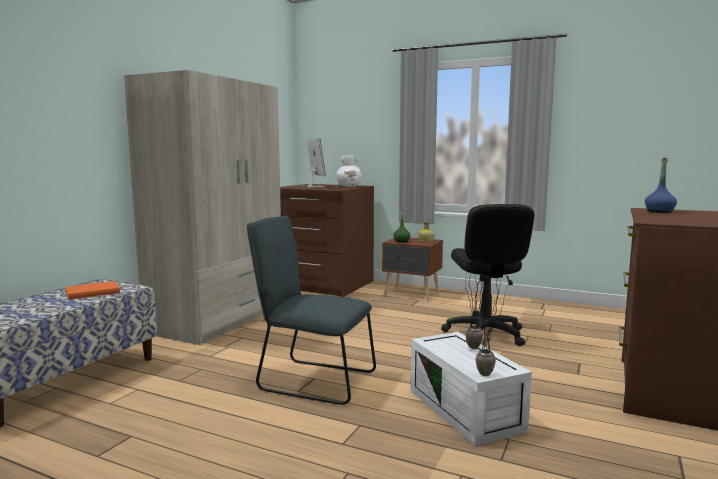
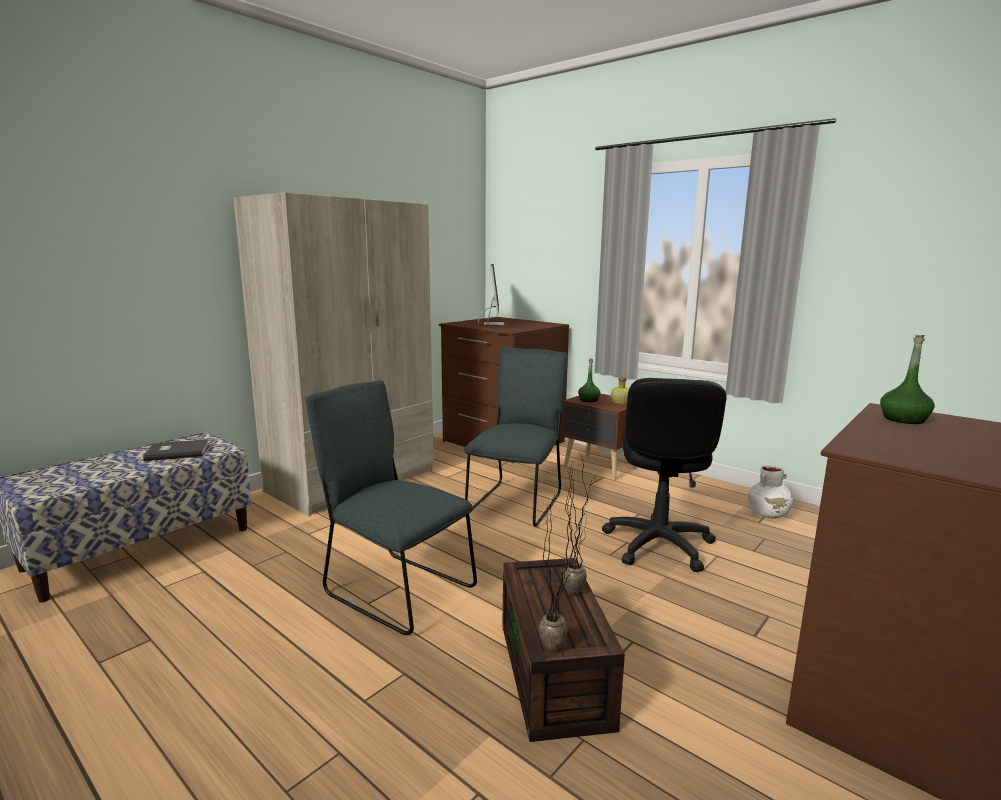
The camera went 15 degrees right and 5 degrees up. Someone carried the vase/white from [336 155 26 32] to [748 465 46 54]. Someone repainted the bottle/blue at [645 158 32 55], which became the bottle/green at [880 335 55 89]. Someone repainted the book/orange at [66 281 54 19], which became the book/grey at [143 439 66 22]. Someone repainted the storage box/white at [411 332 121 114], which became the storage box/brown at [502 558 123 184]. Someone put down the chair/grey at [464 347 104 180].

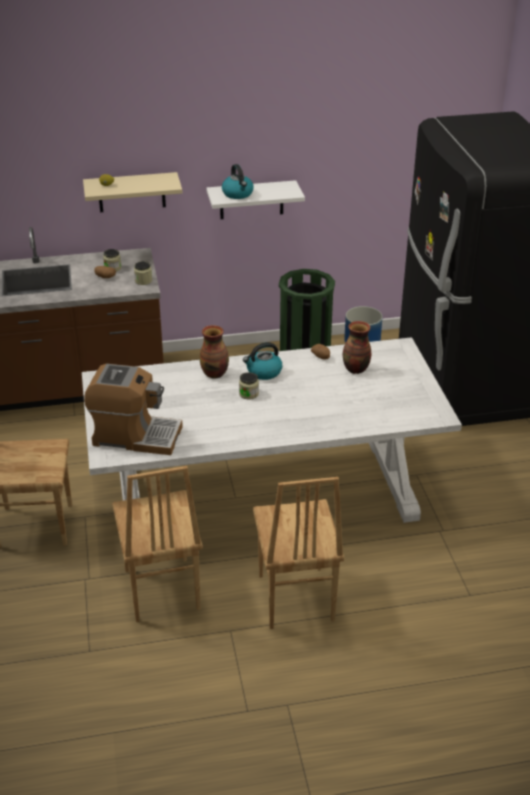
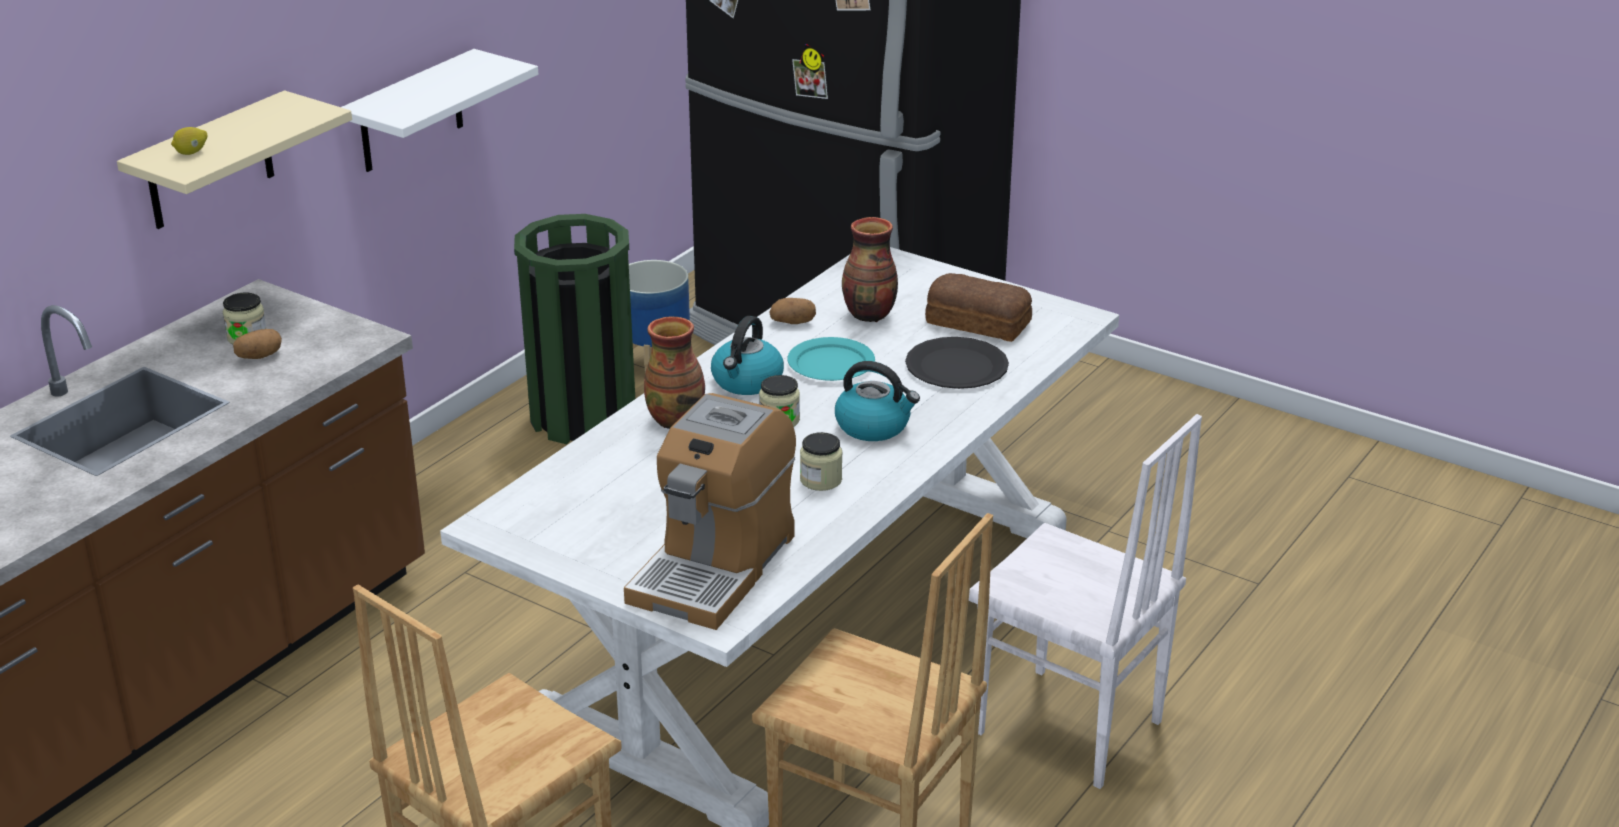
The camera went 45 degrees left and 5 degrees down. Someone carried the kettle from [222 164 32 35] to [835 361 85 80]. Someone carried the jar from [134 261 18 24] to [800 432 42 59]. Someone rotated the coffee machine at [84 364 99 91] by 150 degrees clockwise. Someone repainted the chair/brown at [253 477 91 152], which became the chair/white at [969 414 233 375]. Someone put down the bread at [925 273 107 69]. Someone put down the plate/turquoise at [787 337 88 44]. Someone put down the plate/black at [905 337 104 52].

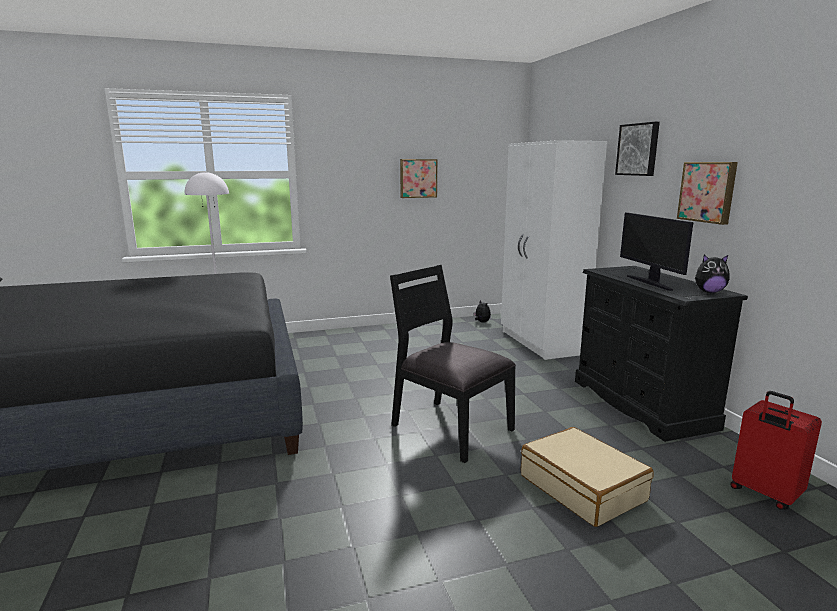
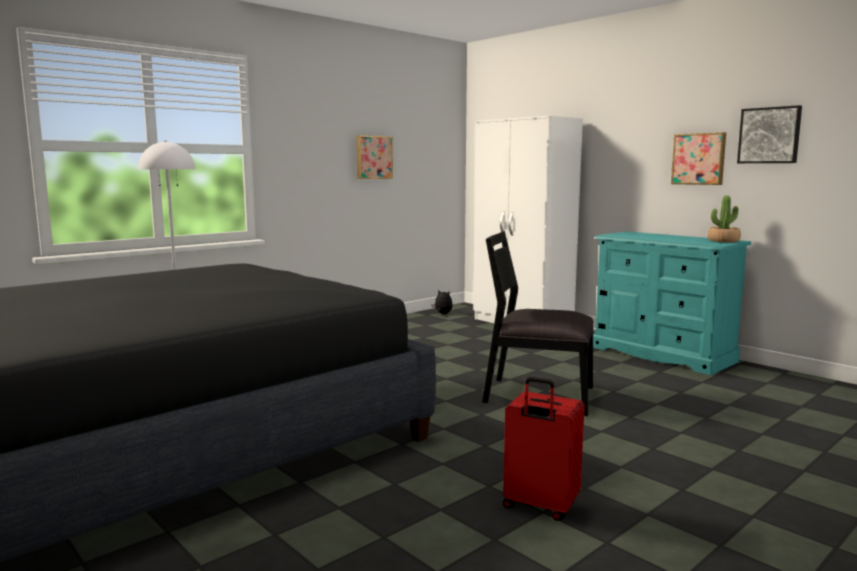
The camera went 25 degrees left and 5 degrees down. Someone carried the picture from [615 122 45 54] to [737 105 65 58]. Someone took away the monitor at [620 212 73 79]. Someone swapped the plush toy at [695 255 34 38] for the potted plant at [708 195 33 47]. Someone repainted the dresser/black at [575 266 173 176], which became the dresser/turquoise at [593 231 158 144]. Someone carried the suitcase/red from [730 391 92 119] to [503 377 82 144]. Someone took away the suitcase/beige at [521 427 132 100].

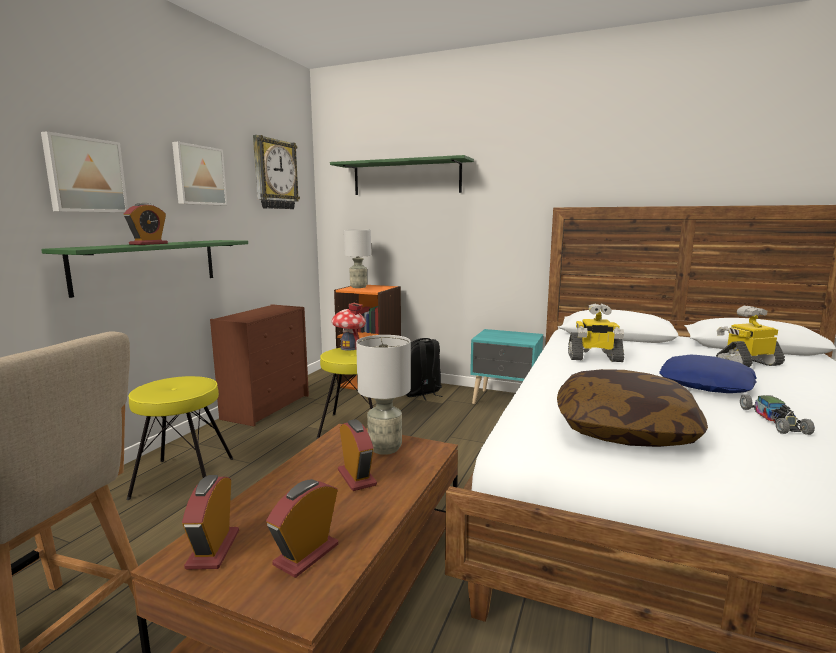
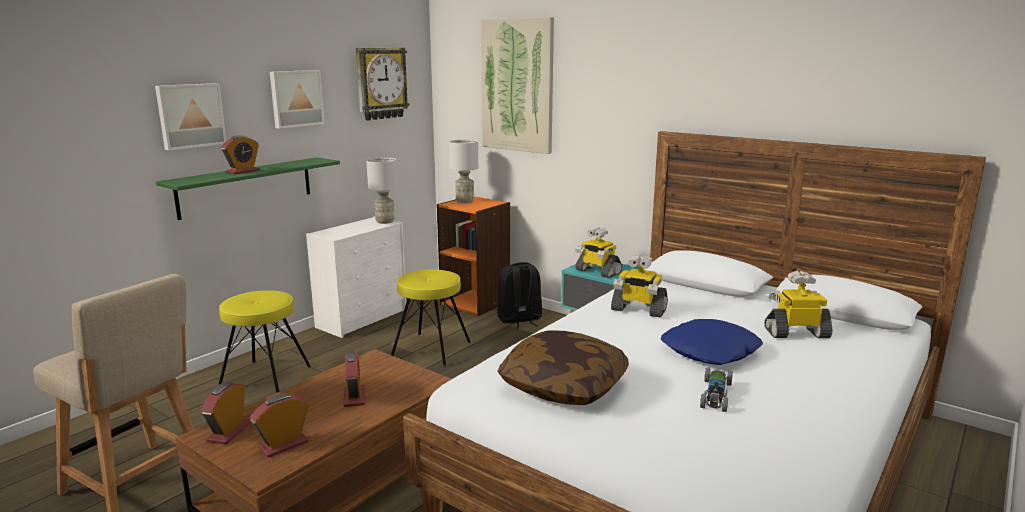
The camera went 15 degrees right and 5 degrees up. Someone swapped the shelf/green at [330 155 144 40] for the picture at [481 17 73 137]. Someone took away the toy house at [332 303 34 48]. Someone repainted the dresser/brown at [210 304 99 122], which became the dresser/white at [306 216 101 122]. Someone carried the table lamp/grey from [356 335 55 120] to [366 158 32 66]. Someone put down the toy robot at [575 228 47 50].

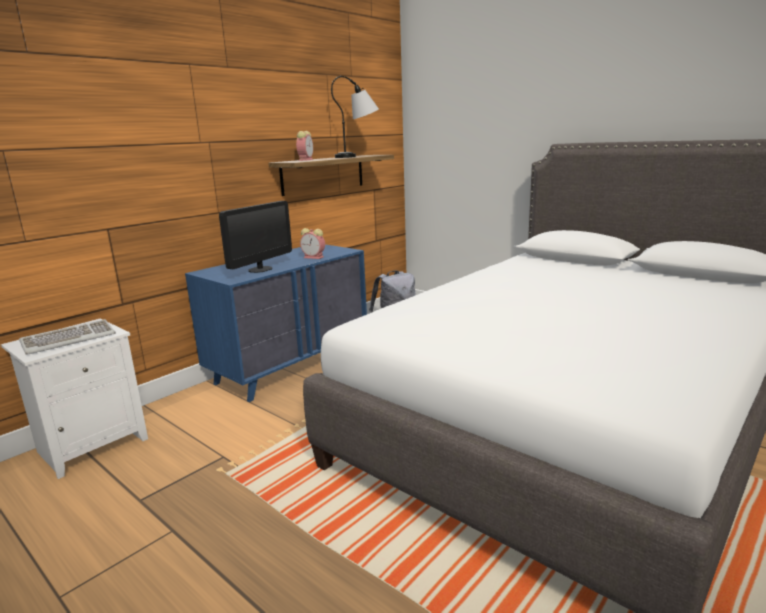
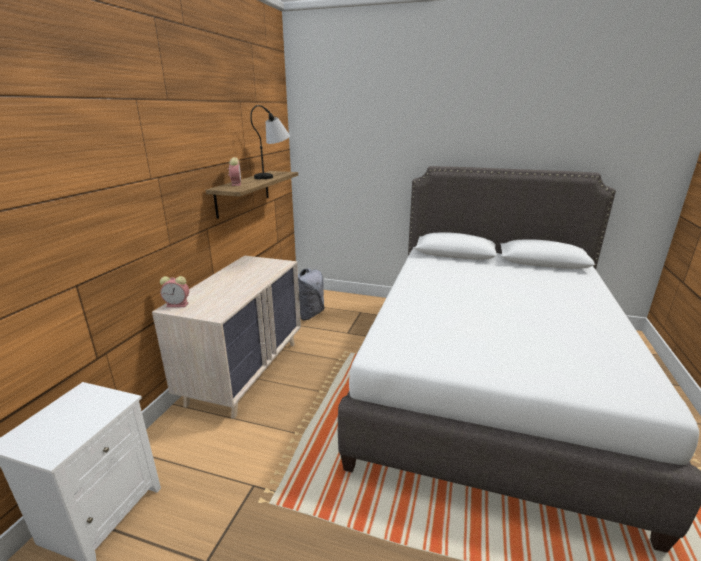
The camera went 25 degrees left and 5 degrees up. Someone took away the monitor at [219 201 73 72]. Someone carried the alarm clock from [300 228 25 31] to [160 276 29 31]. Someone repainted the dresser/blue at [185 244 182 158], which became the dresser/beige at [152 256 149 163]. Someone took away the keyboard at [19 319 97 36].

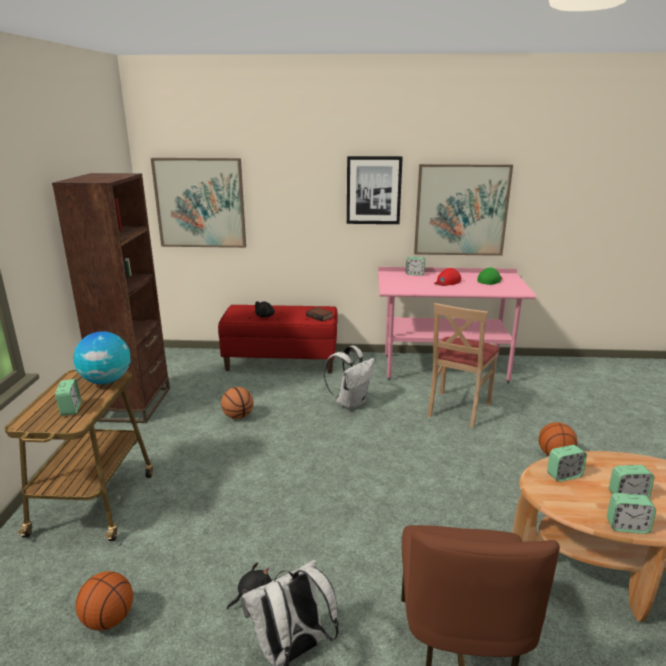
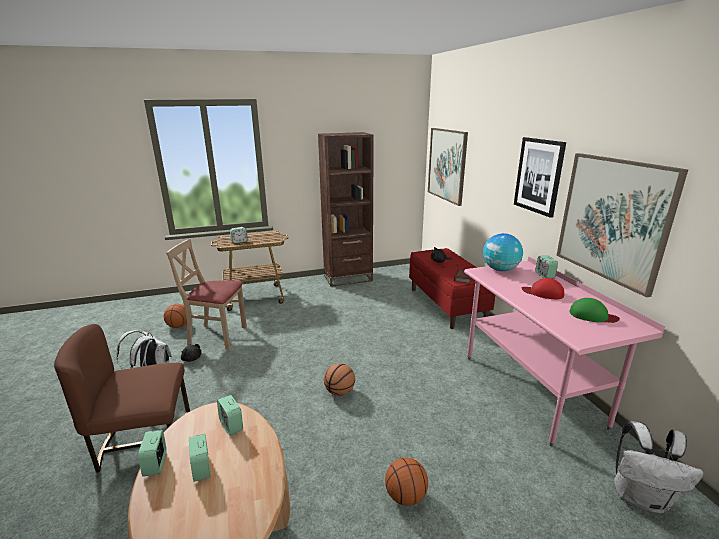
The camera went 70 degrees right and 0 degrees up. Someone carried the chair/beige from [428 303 72 125] to [166 239 81 110]. Someone carried the globe from [74 332 57 52] to [483 233 40 38]. Someone carried the backpack/white from [324 346 51 64] to [614 421 89 92]. Someone carried the basketball from [221 387 32 32] to [324 363 31 33].

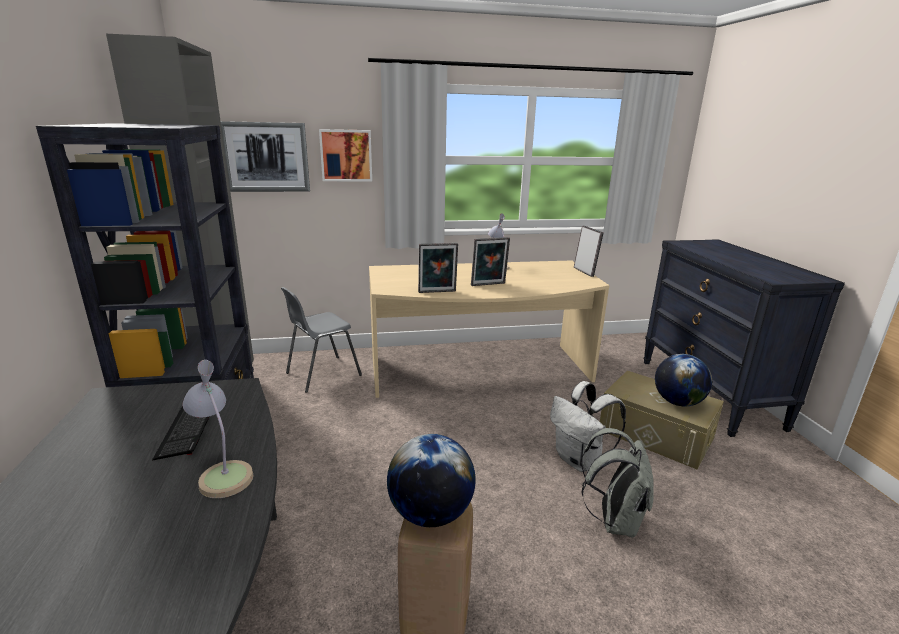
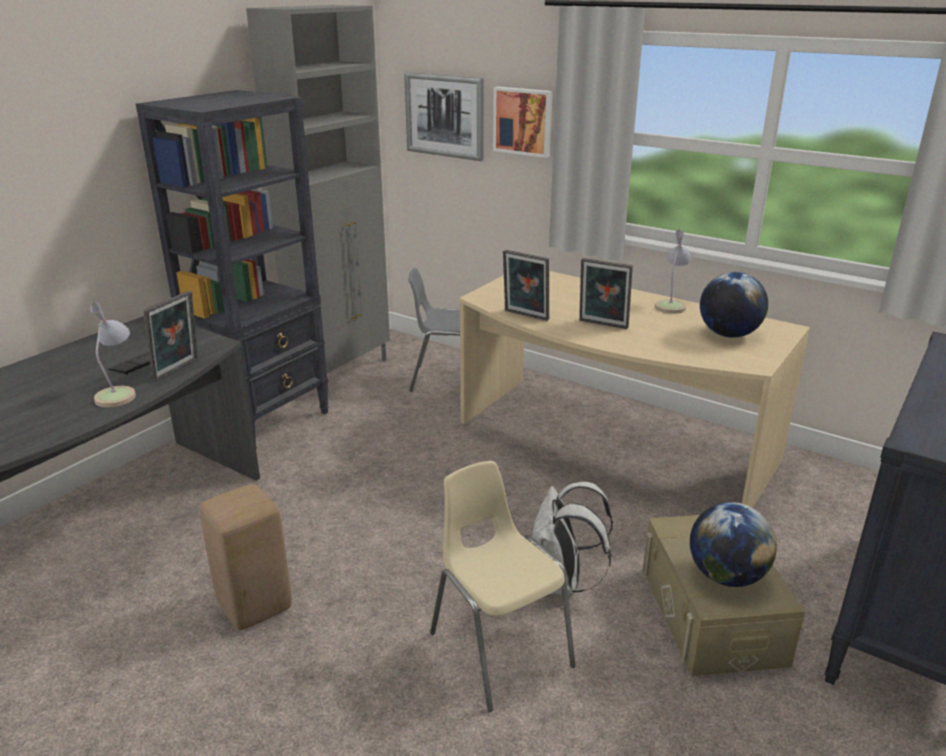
The camera went 45 degrees right and 5 degrees up. Someone carried the picture frame from [574 226 29 51] to [144 291 54 90]. Someone swapped the backpack/grey at [581 428 73 110] for the chair/beige at [430 461 146 251]. Someone carried the globe from [387 434 89 93] to [700 272 68 66].

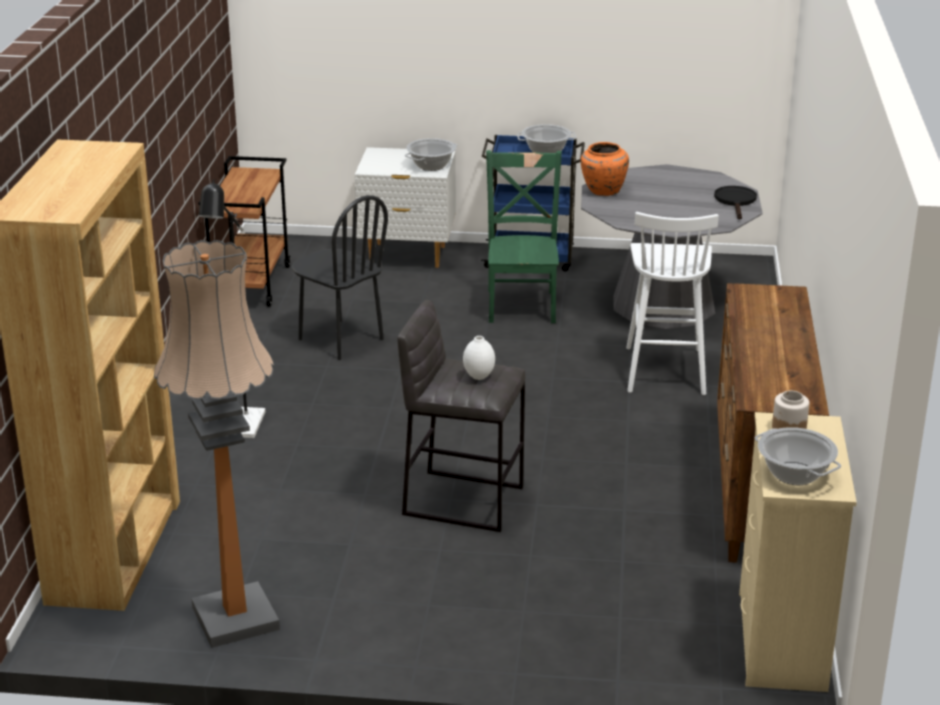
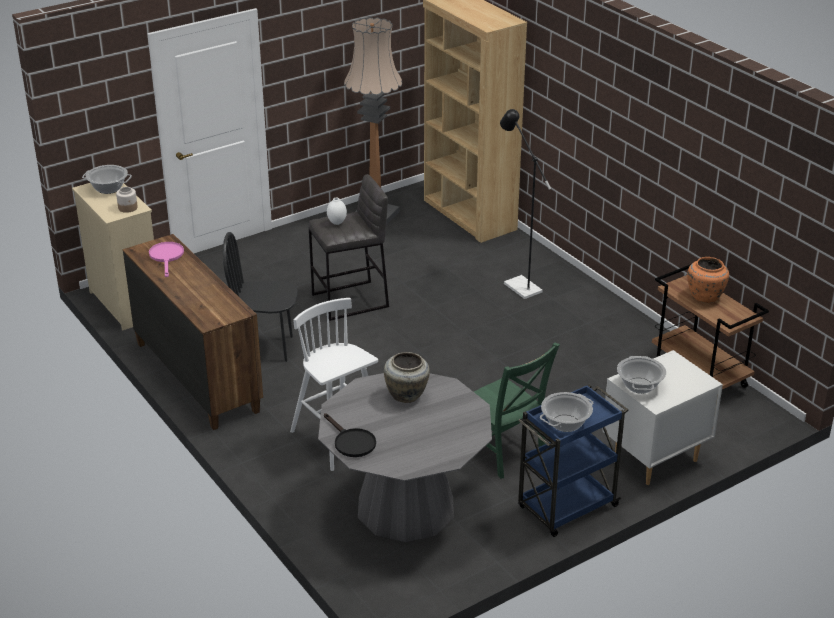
The camera went 140 degrees right and 5 degrees up. Someone carried the vase/orange from [581 142 48 54] to [687 257 42 46]. Someone carried the chair/black from [292 195 96 165] to [223 232 74 130]. Someone put down the frying pan/pink at [149 242 35 35]. Someone put down the vase/beige at [384 352 46 51].

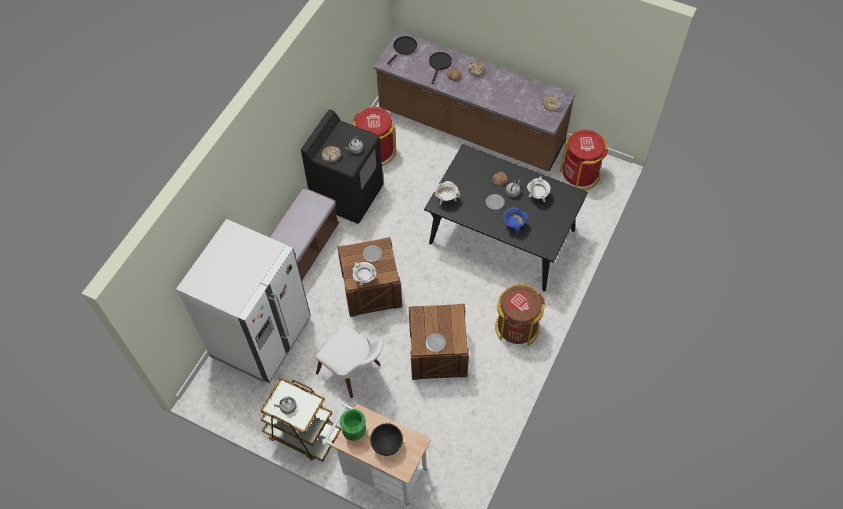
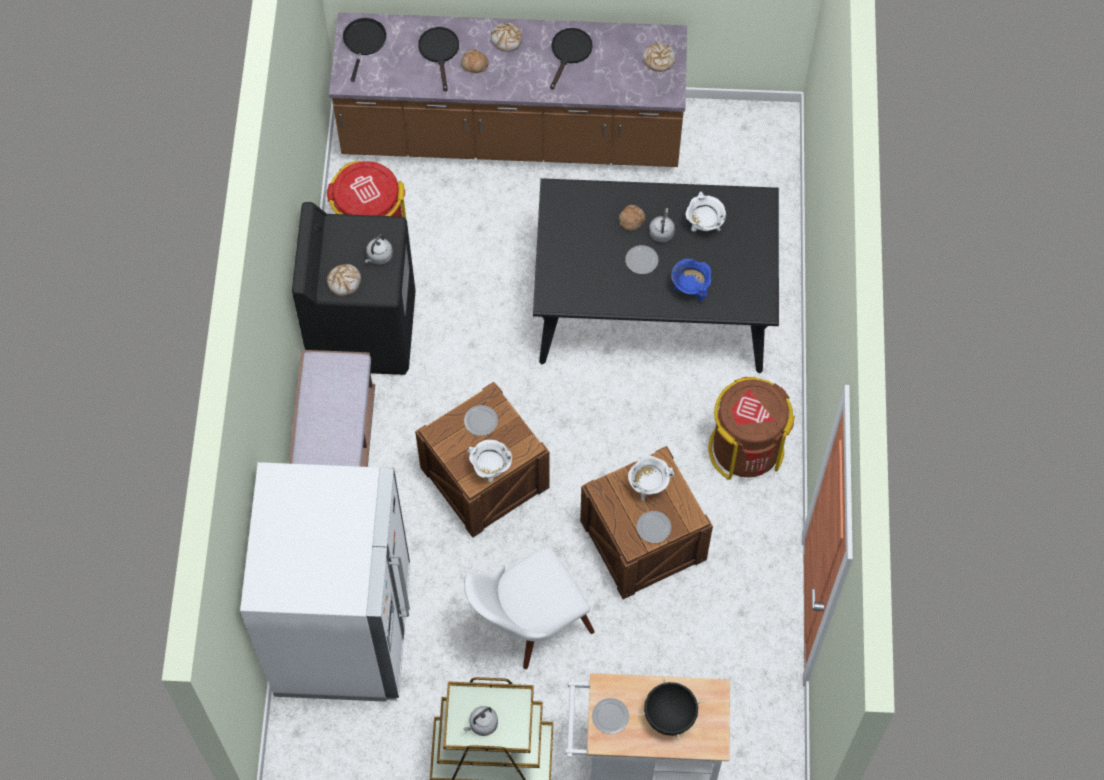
The camera went 25 degrees left and 5 degrees up. Someone took away the trash can/red at [560 130 48 60]. Someone carried the cooking pot/white from [434 181 26 24] to [628 455 46 46]. Someone rotated the chair/white at [315 325 69 73] by 135 degrees clockwise. Someone swapped the vase/green at [340 409 26 32] for the plate at [592 698 37 36]. Someone put down the frying pan/black at [550 28 42 62].

